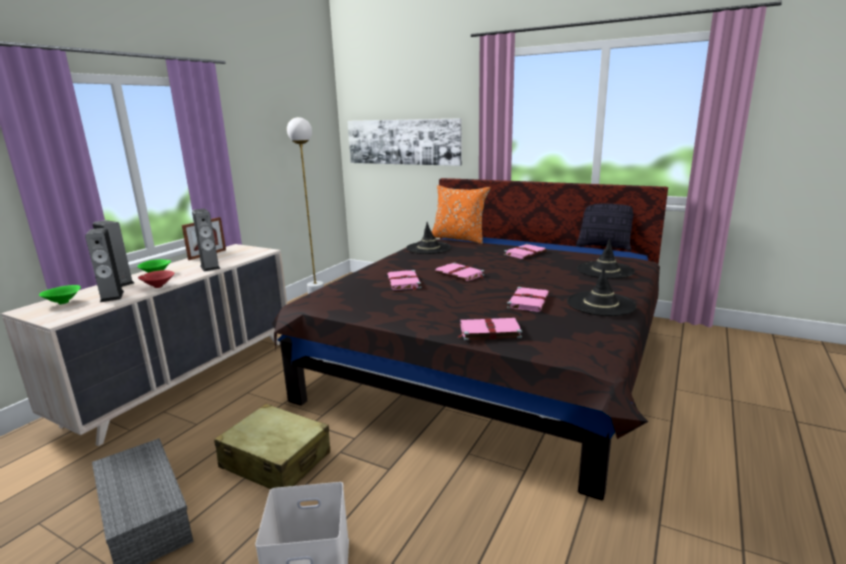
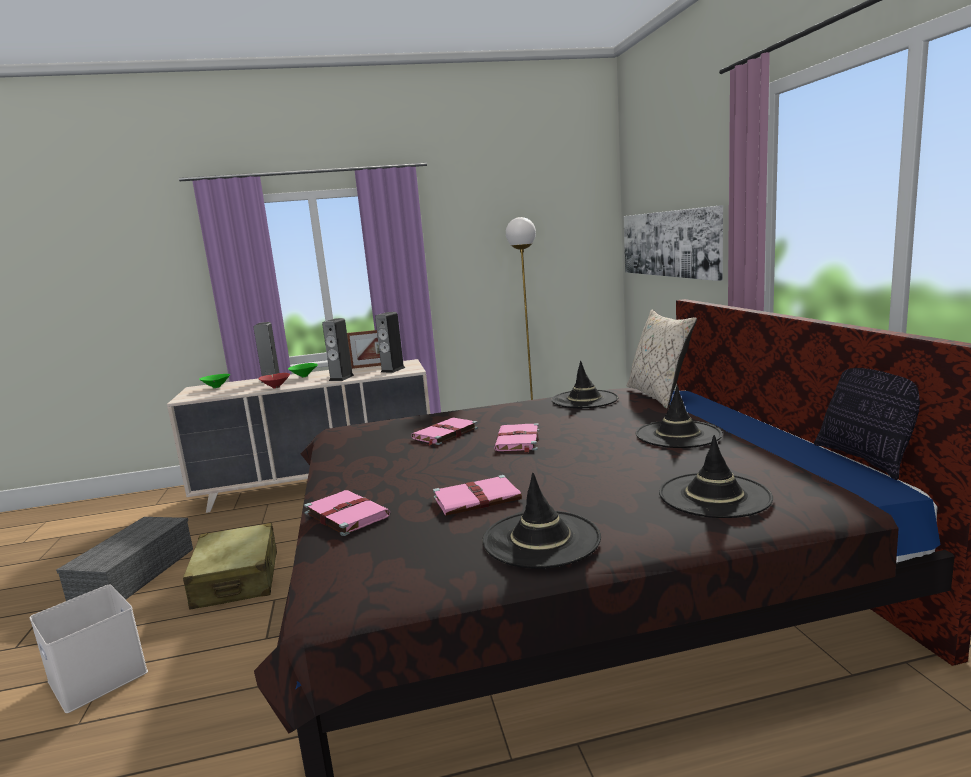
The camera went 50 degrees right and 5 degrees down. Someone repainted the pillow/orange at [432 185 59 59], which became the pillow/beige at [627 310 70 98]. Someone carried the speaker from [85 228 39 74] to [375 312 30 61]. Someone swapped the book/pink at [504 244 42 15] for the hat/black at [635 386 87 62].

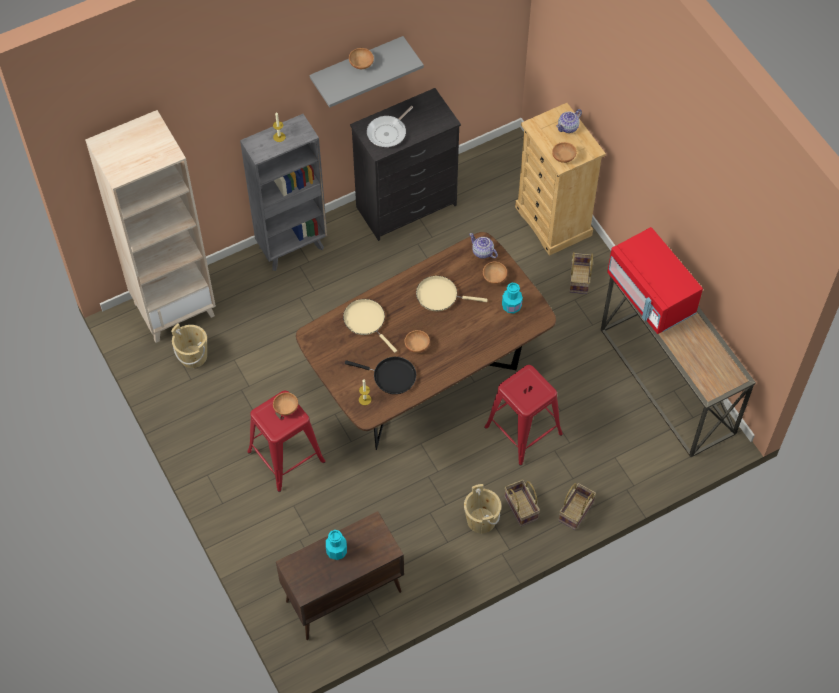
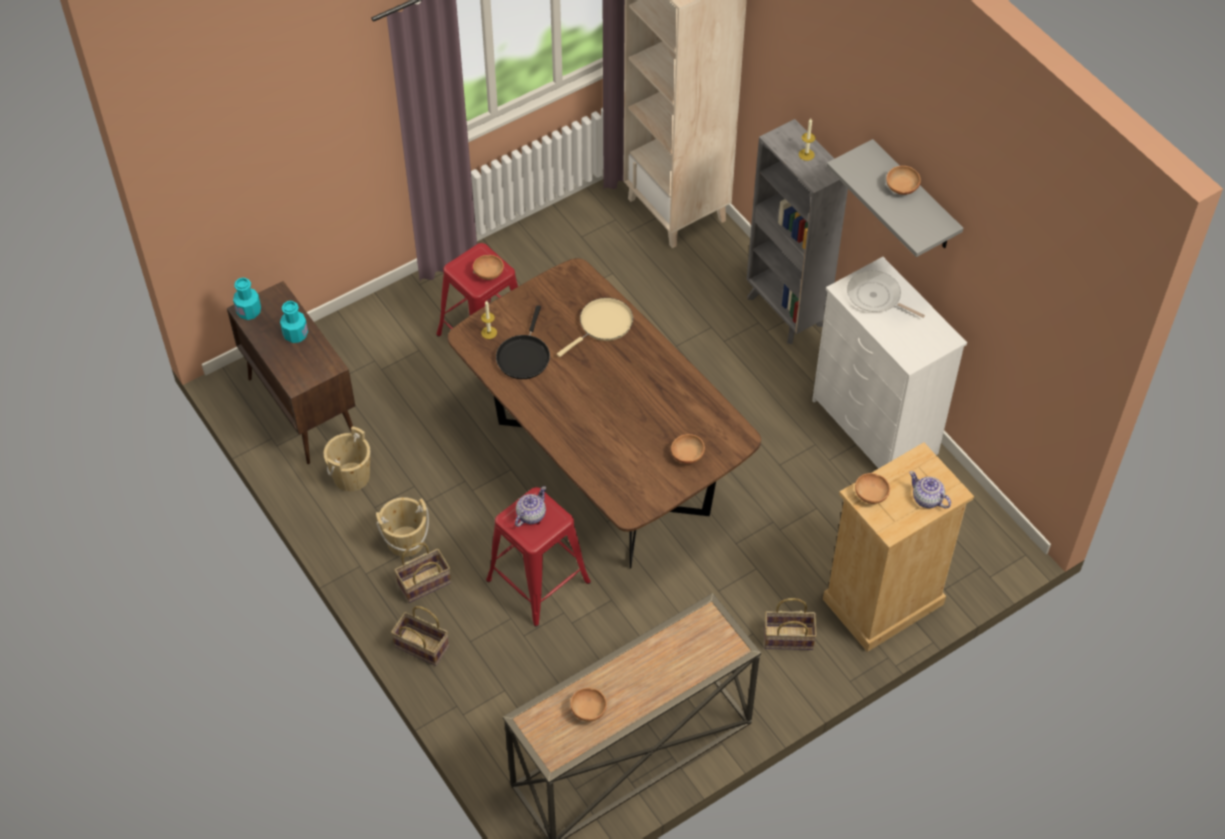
The camera went 85 degrees right and 5 degrees down. Someone repainted the dresser/black at [350 88 111 153], which became the dresser/white at [812 257 155 212]. Someone took away the microwave/red at [607 227 96 107]. Someone carried the teapot from [469 233 29 26] to [515 486 31 41]. Someone took away the frying pan/beige at [416 276 72 35]. Someone carried the bottle/turquoise from [502 283 21 31] to [233 278 28 42]. Someone carried the bucket/beige from [171 324 36 44] to [323 426 47 66]. Someone carried the bowl/brown from [405 330 25 23] to [570 688 37 34].

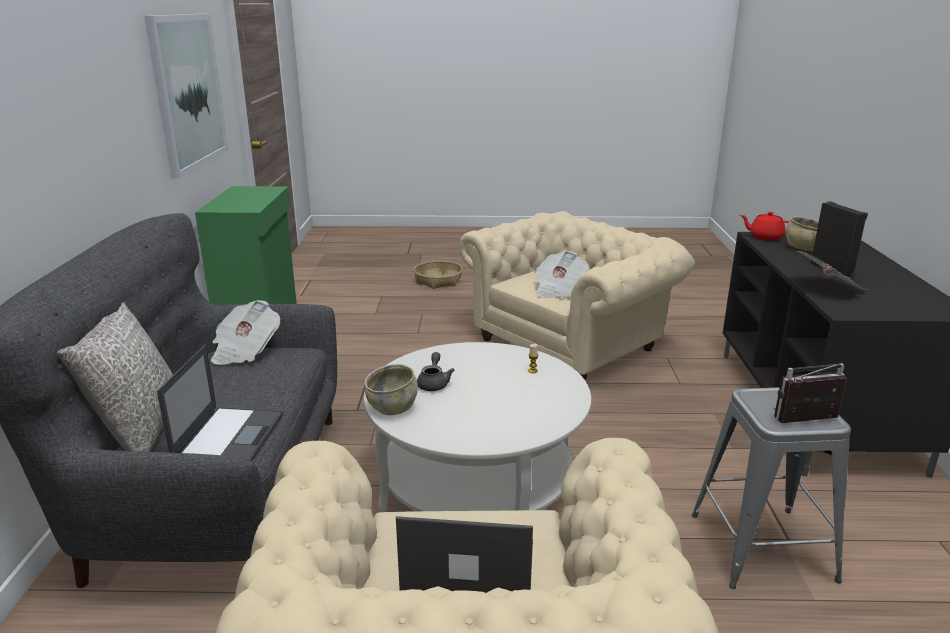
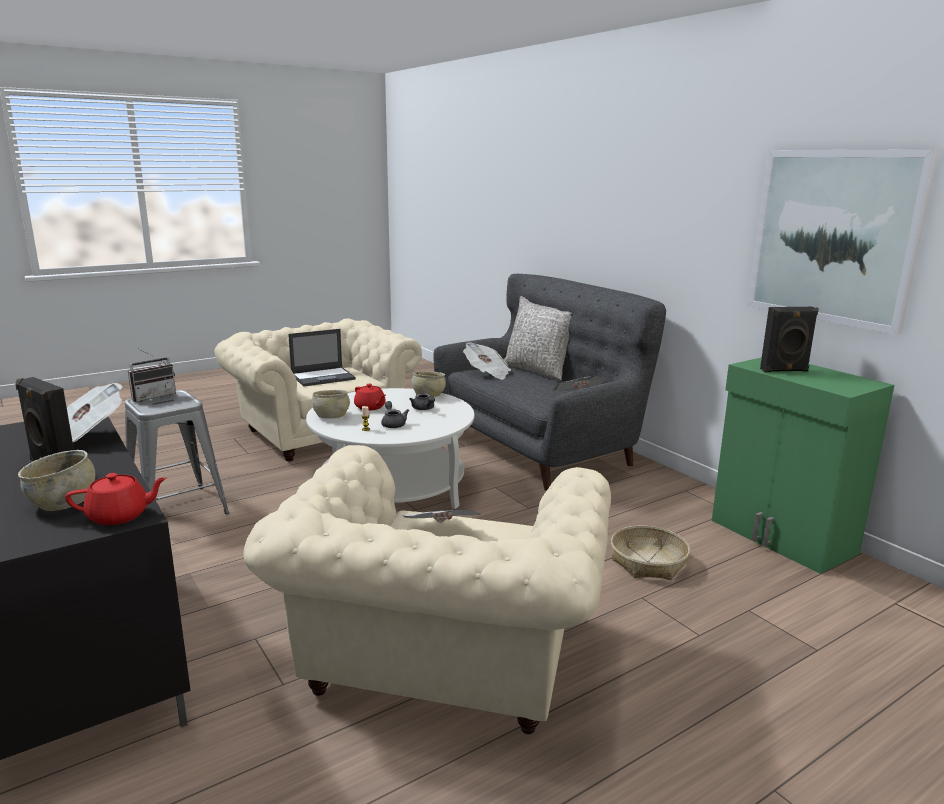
The camera went 145 degrees right and 5 degrees down. Someone carried the basket from [414 261 49 28] to [611 525 79 55]. Someone swapped the laptop at [157 344 126 117] for the newspaper at [463 342 48 38]. Someone put down the speaker/black at [760 307 59 65]. Someone put down the teapot/red at [354 384 32 27]. Someone put down the bowl/beige at [312 390 38 29]. Someone put down the teapot/grey at [381 401 28 27].

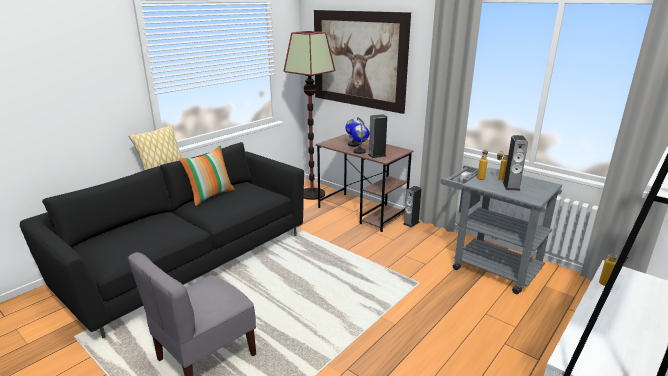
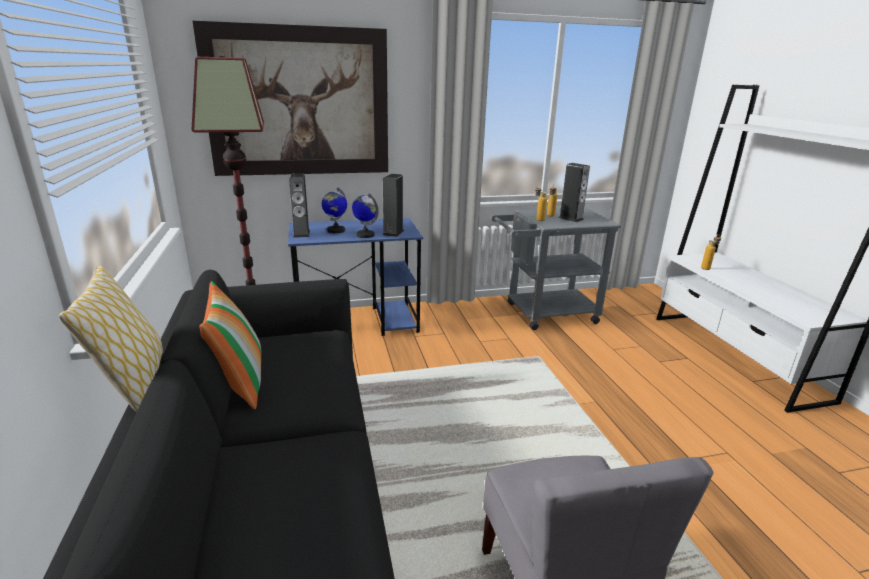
The camera went 55 degrees left and 0 degrees up. Someone repainted the desk/brown at [316 134 97 98], which became the desk/blue at [288 218 135 118]. Someone carried the speaker from [403 186 19 41] to [289 174 21 64].

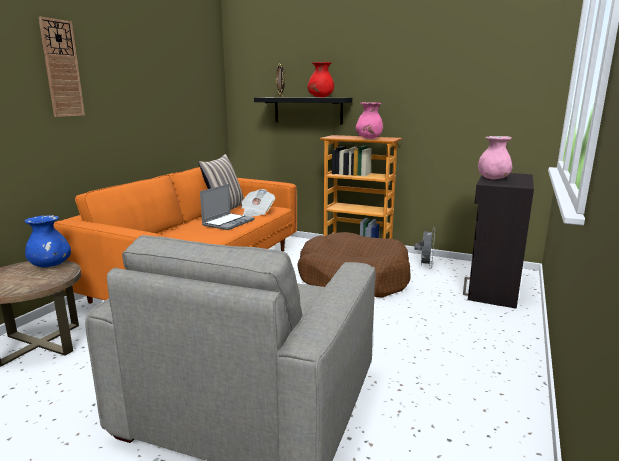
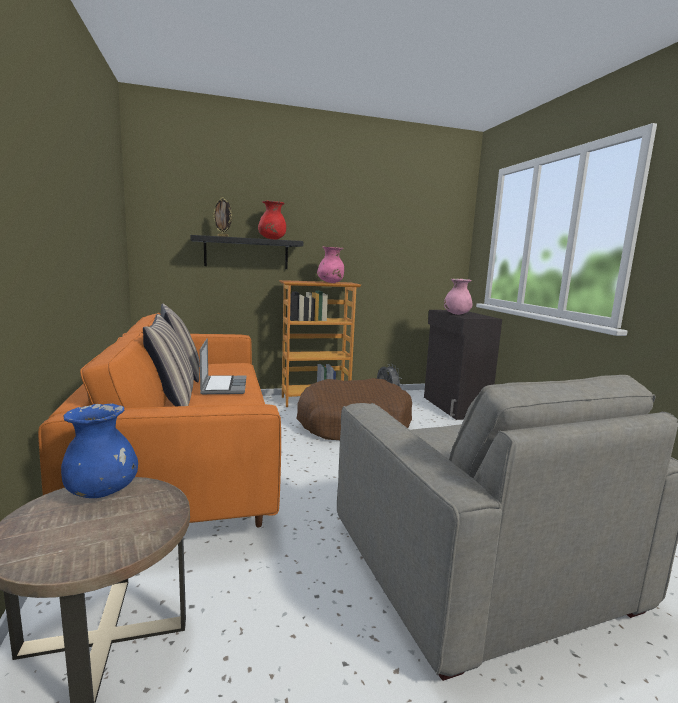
The camera went 40 degrees left and 5 degrees down. Someone took away the wall clock at [38 17 47 100]. Someone took away the newspaper at [241 189 34 28]. Someone put down the pillow at [143 314 51 92].

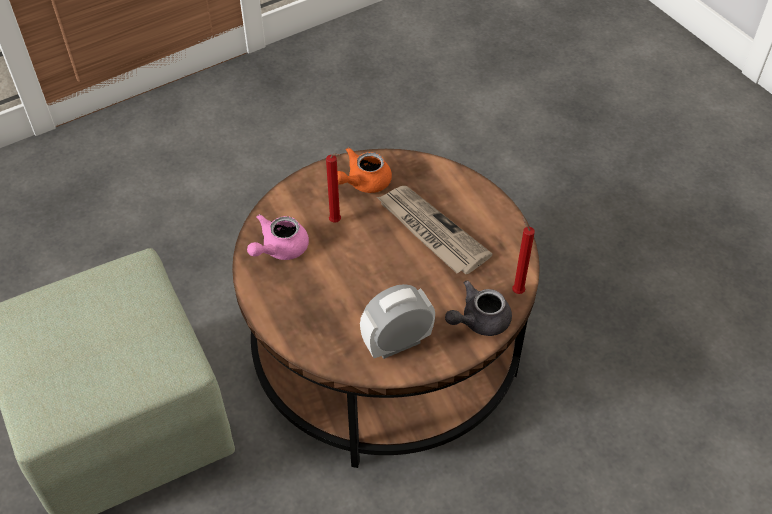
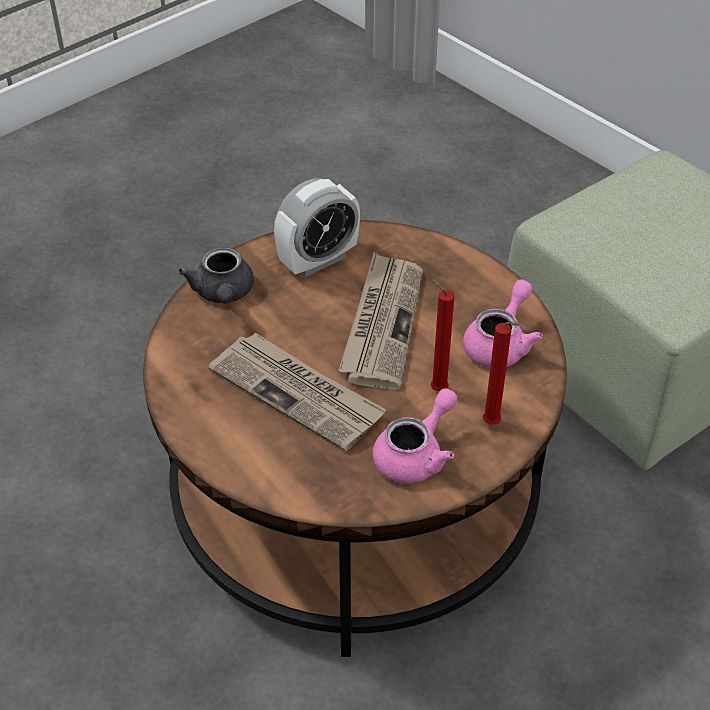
The camera went 170 degrees right and 5 degrees down. Someone repainted the teapot/orange at [337 147 55 46], which became the teapot/pink at [373 388 85 96]. Someone carried the candle/red from [512 216 23 78] to [483 322 36 103]. Someone rotated the teapot/grey at [445 280 67 56] by 120 degrees clockwise. Someone put down the newspaper at [338 252 85 138].

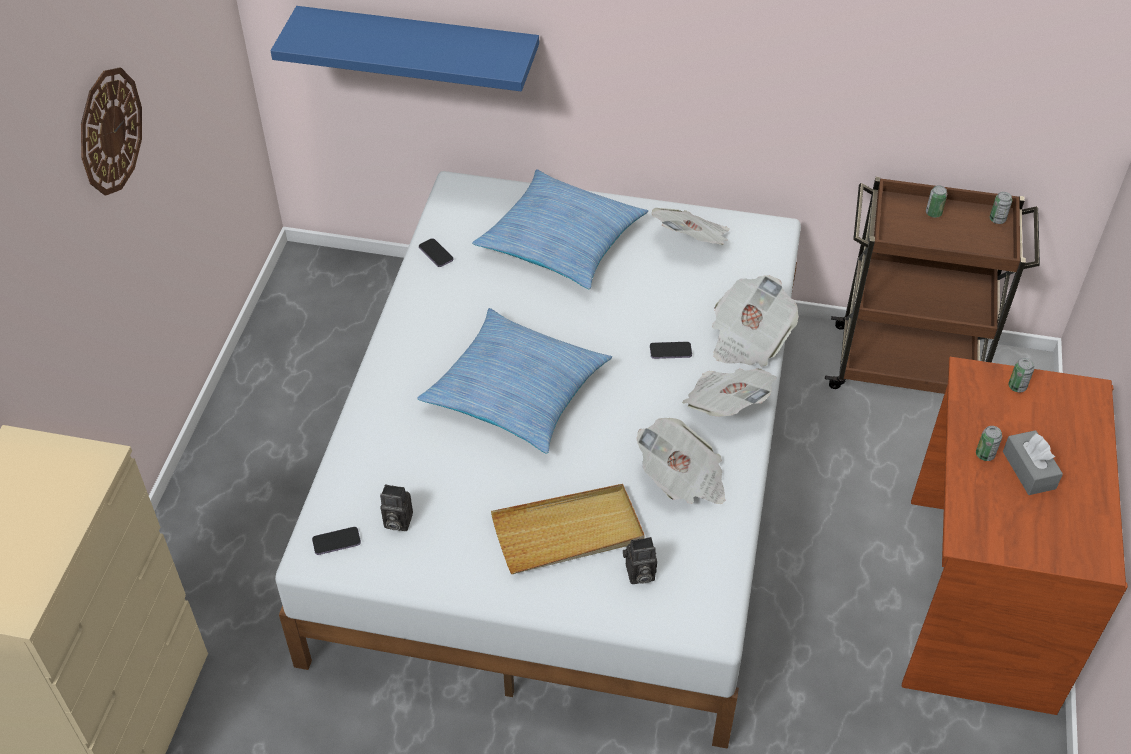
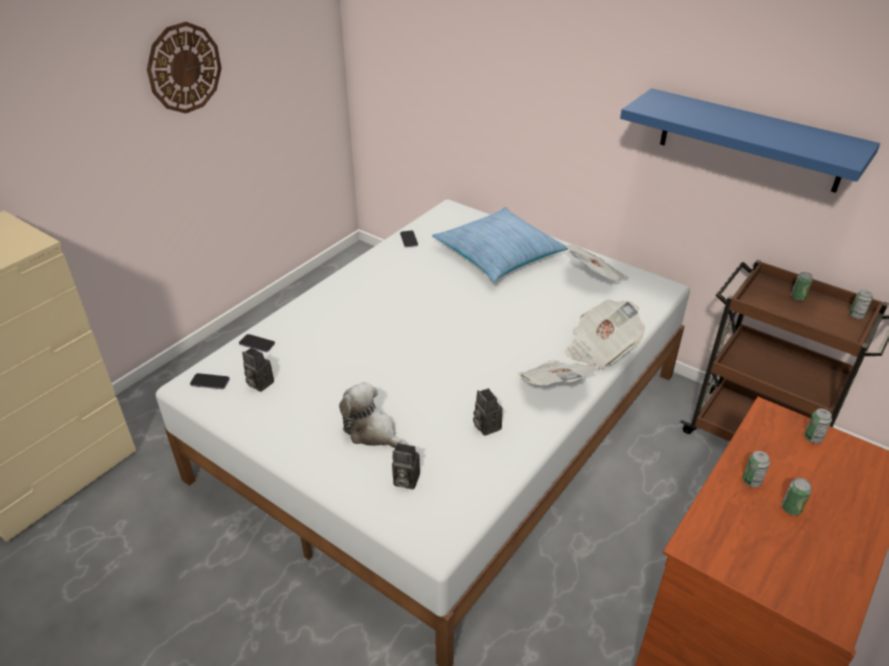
The camera went 25 degrees right and 10 degrees down. Someone carried the shelf/blue from [271 6 268 85] to [620 88 260 105]. Someone took away the pillow at [418 308 194 146]. Someone carried the phone from [650 342 42 17] to [239 334 36 18]. Someone swapped the newspaper at [637 418 88 86] for the photo camera at [473 388 30 48]. Someone swapped the tissue box/grey at [1003 430 60 65] for the can at [782 478 30 37]. Someone swapped the tray/beige at [491 484 154 90] for the plush toy at [339 382 69 66].

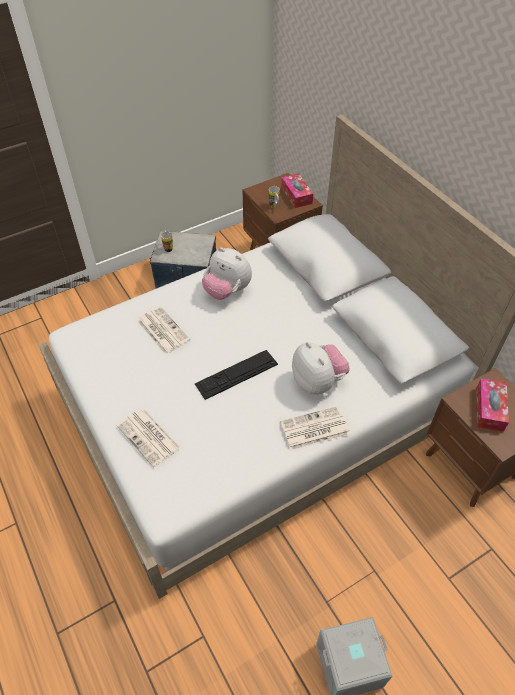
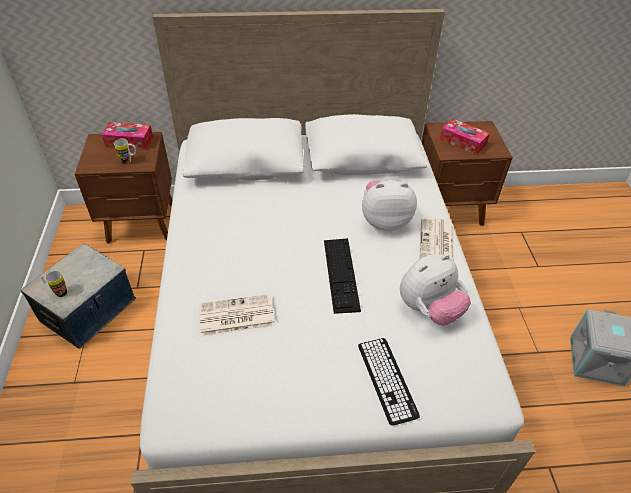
The camera went 65 degrees left and 5 degrees down. Someone carried the plush toy from [202 247 50 53] to [400 254 71 71]. Someone swapped the newspaper at [116 409 65 59] for the keyboard at [358 338 62 88].

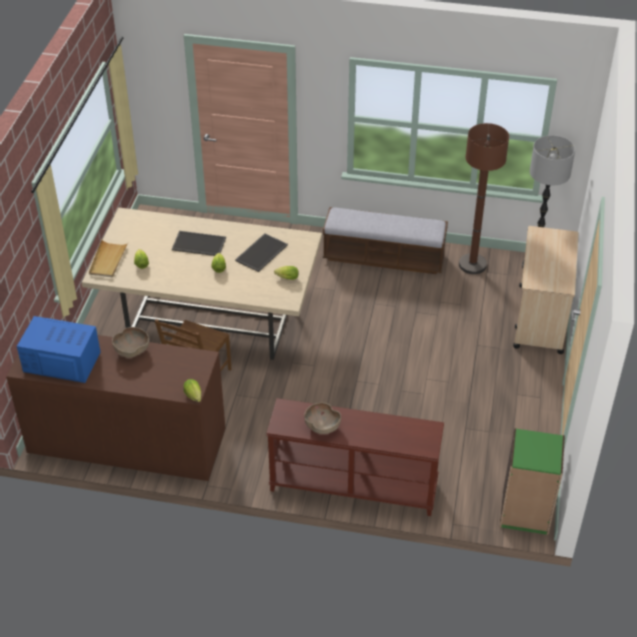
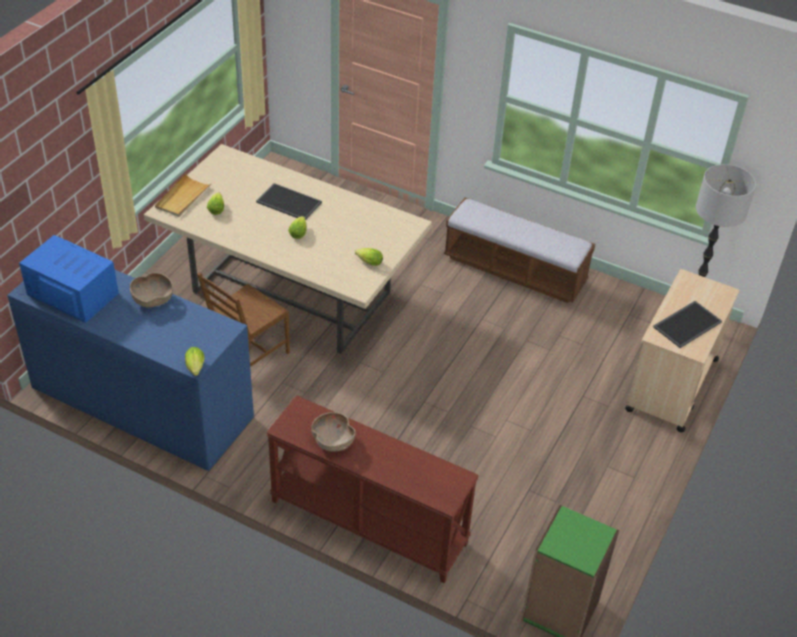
The camera went 15 degrees right and 0 degrees up. Someone took away the floor lamp/brown at [459 123 50 151]. Someone carried the tray from [235 233 53 39] to [653 301 69 47]. Someone repainted the dresser/brown at [6 335 219 146], which became the dresser/blue at [7 270 247 201].

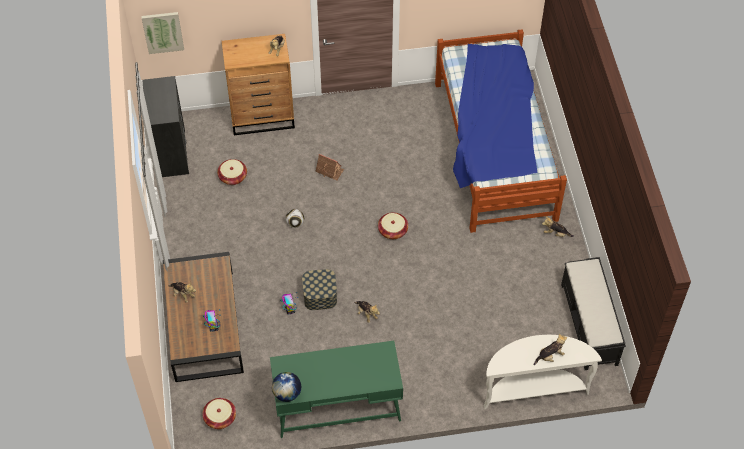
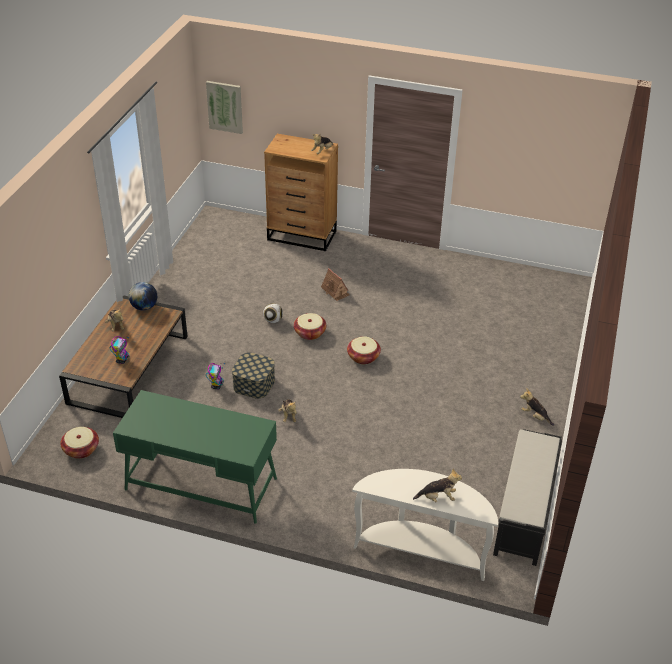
The camera went 25 degrees right and 15 degrees down. Someone took away the bed at [435 29 132 204]. Someone took away the dresser/black at [142 76 47 101]. Someone carried the basket from [217 159 30 26] to [294 313 32 27]. Someone carried the globe from [272 372 29 30] to [129 282 28 28].

